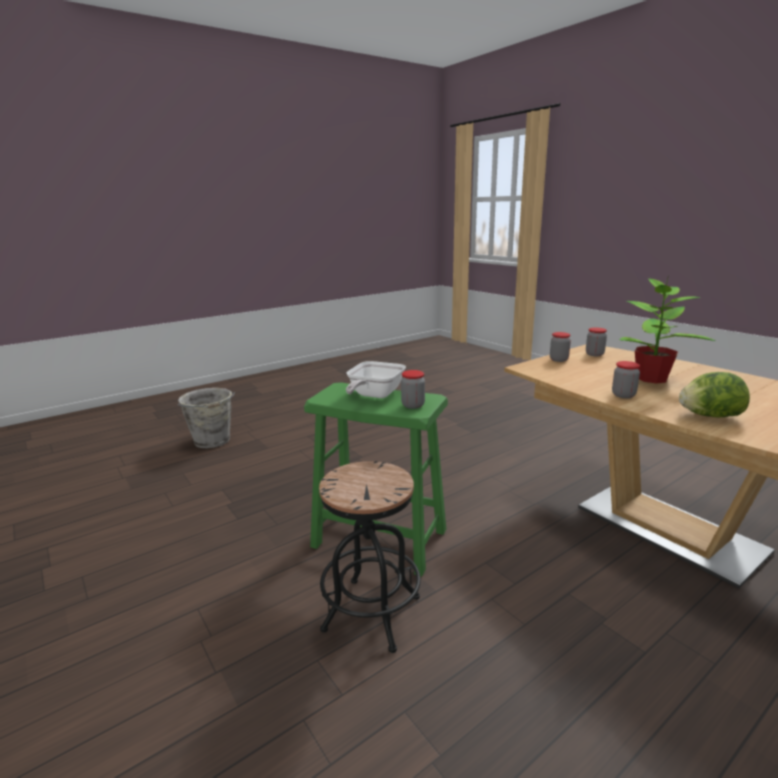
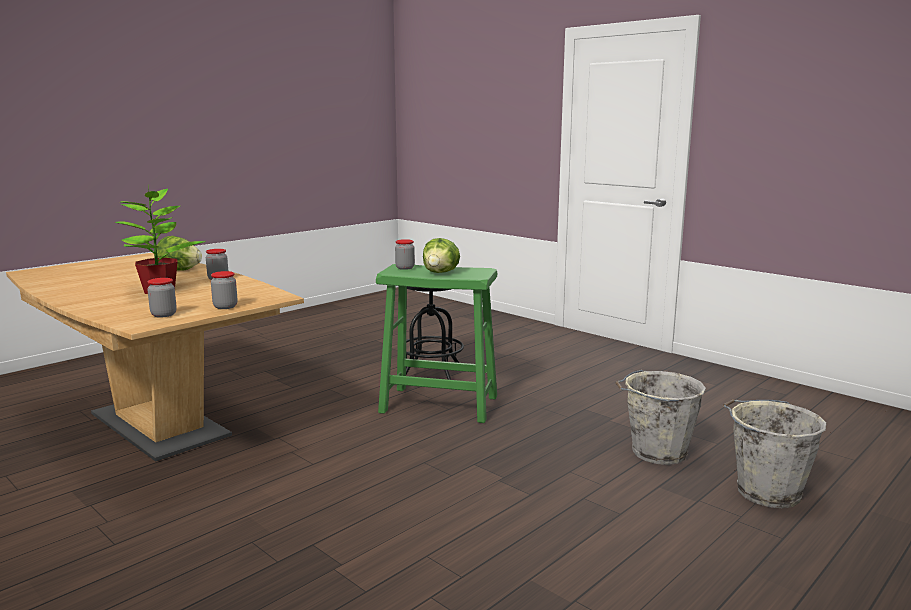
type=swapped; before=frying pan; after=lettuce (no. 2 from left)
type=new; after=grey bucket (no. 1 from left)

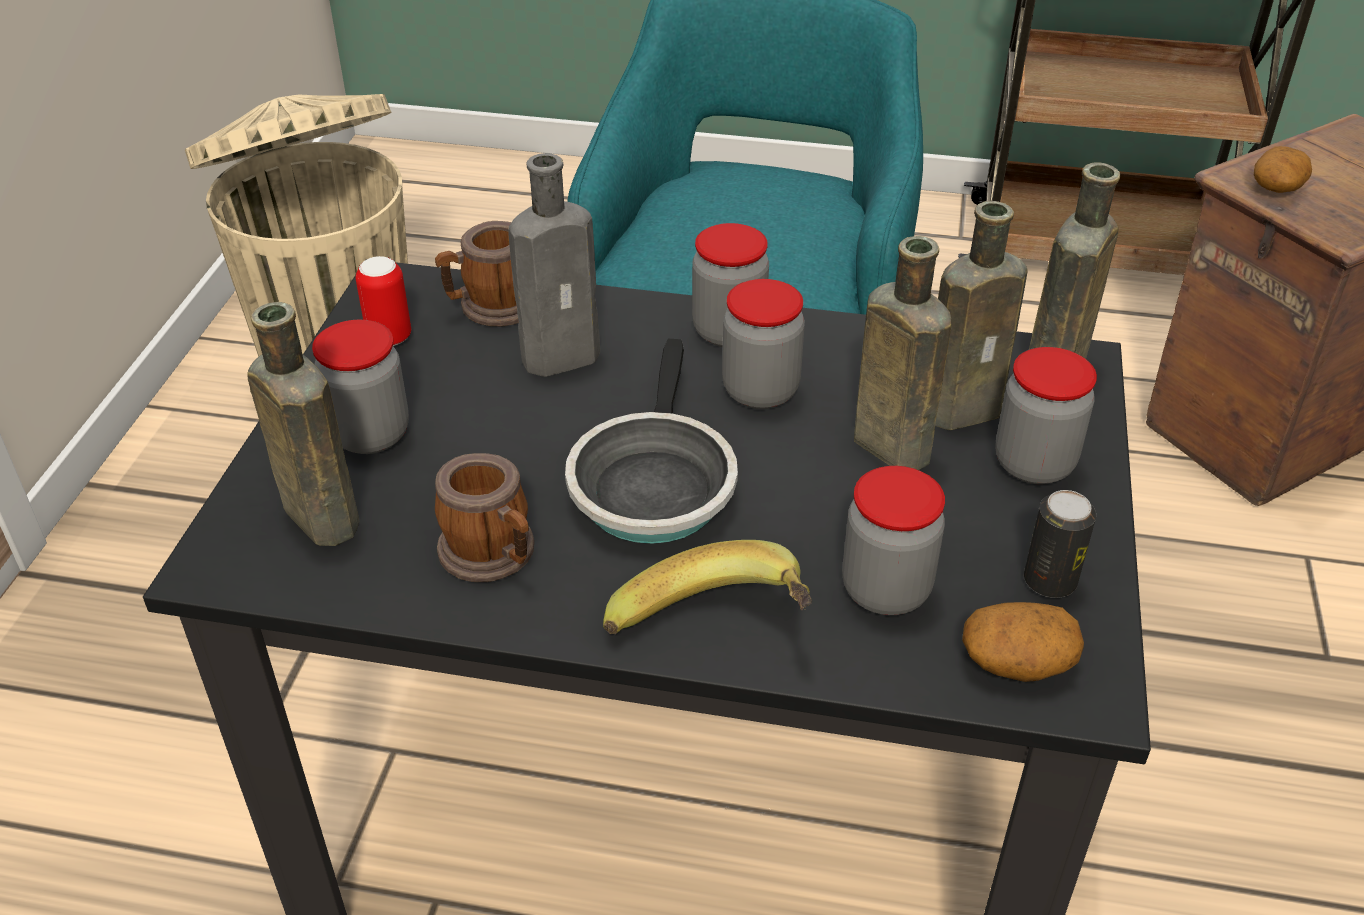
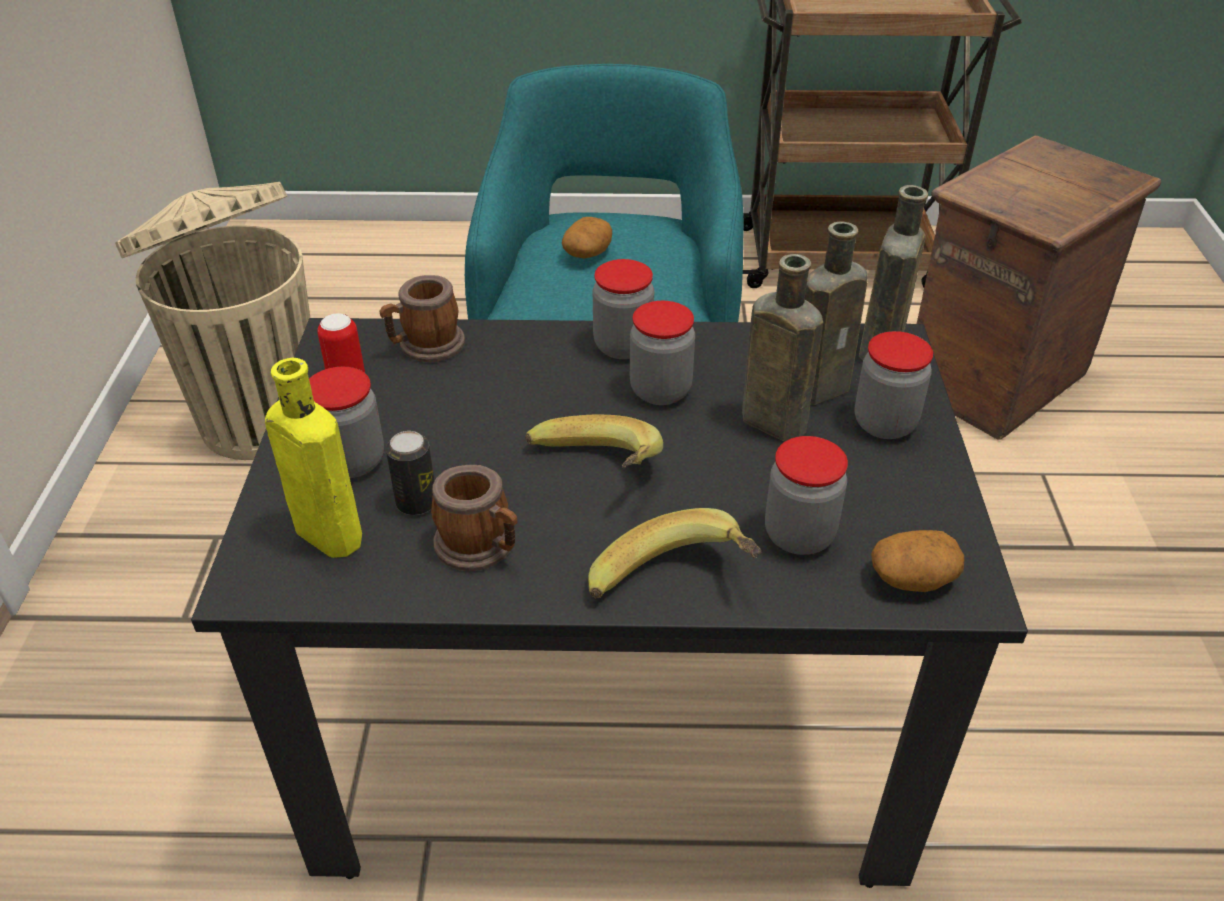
type=repainted; before=brown bottle (no. 1 from left); after=yellow bottle
type=gone; before=grey bottle
type=swapped; before=frying pan; after=banana (no. 1 from left)
type=shifted; before=can (no. 2 from left)
type=shifted; before=potato (no. 2 from left in the first image); after=potato (no. 1 from left)

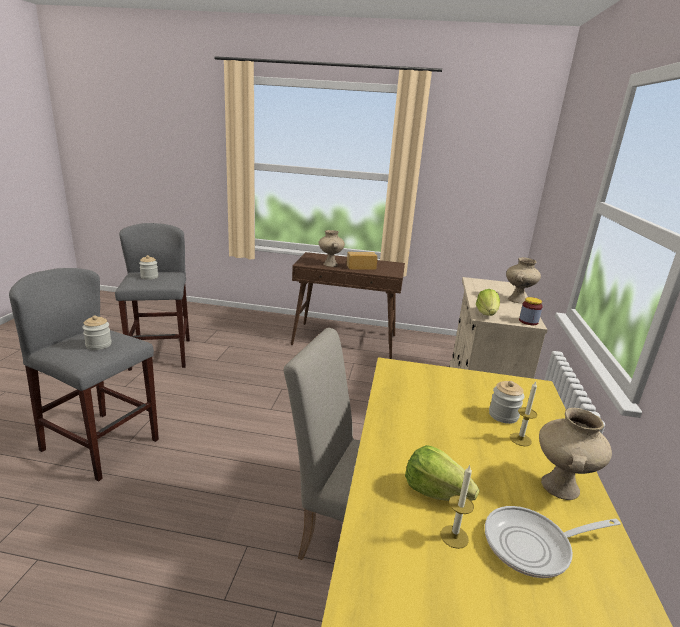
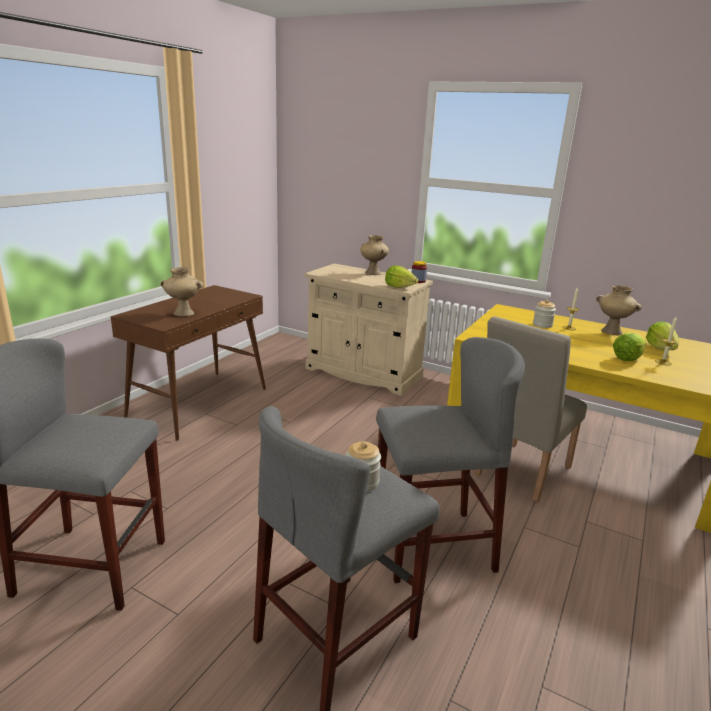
type=gone; before=jar (no. 2 from left)
type=gone; before=bread
type=swapped; before=frying pan; after=lettuce (no. 3 from left)
type=new; after=grey stool (no. 3 from left)

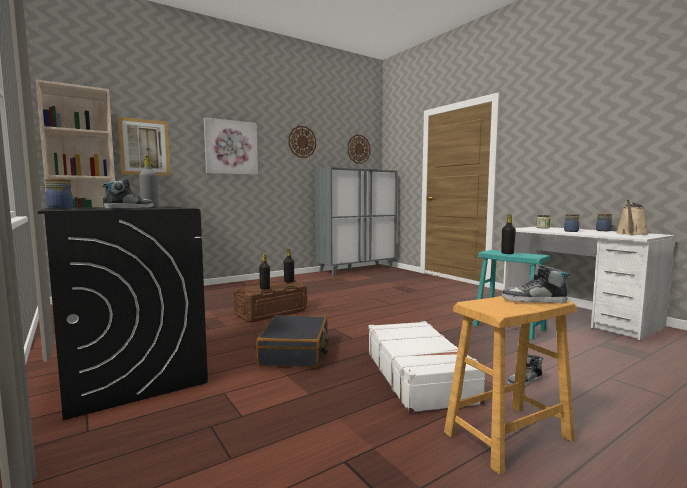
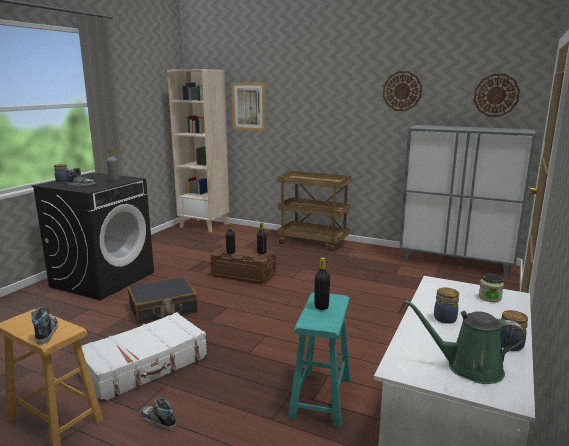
type=gone; before=picture (no. 2 from left)
type=repainted; before=beige watering can; after=green watering can
type=new; after=brown cart

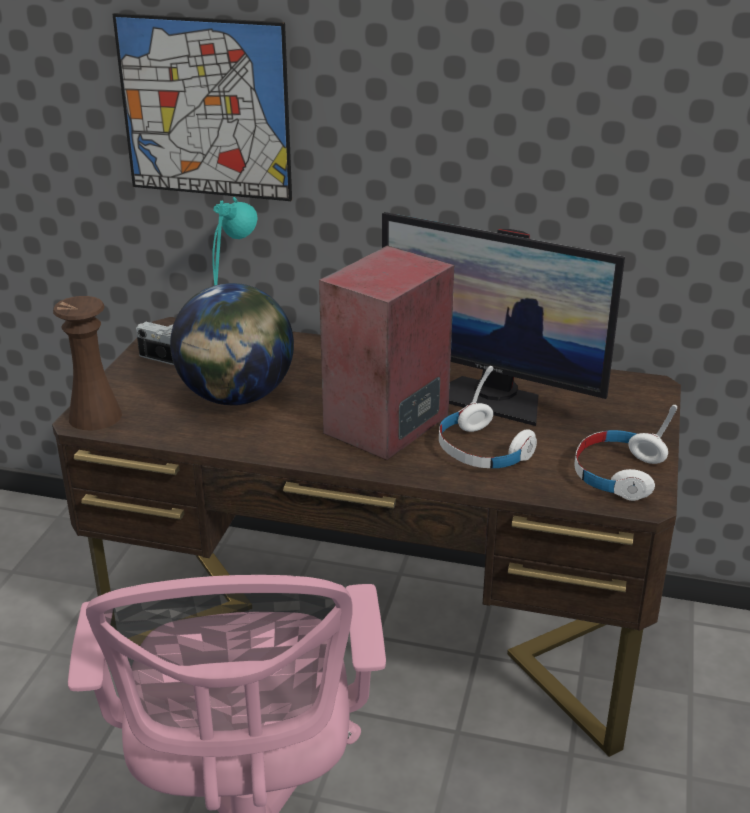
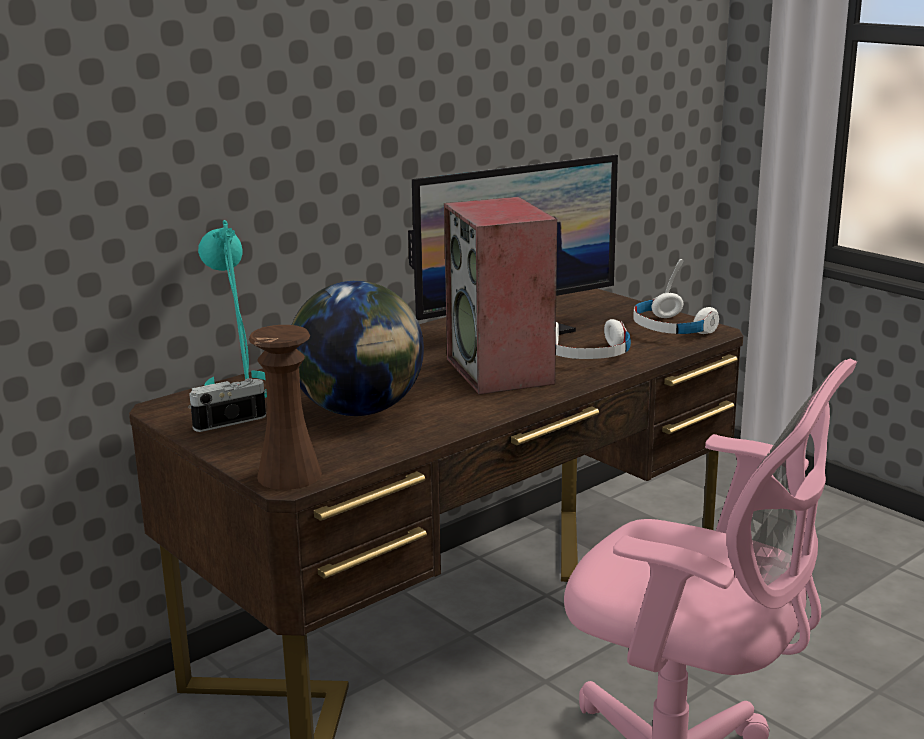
type=gone; before=picture

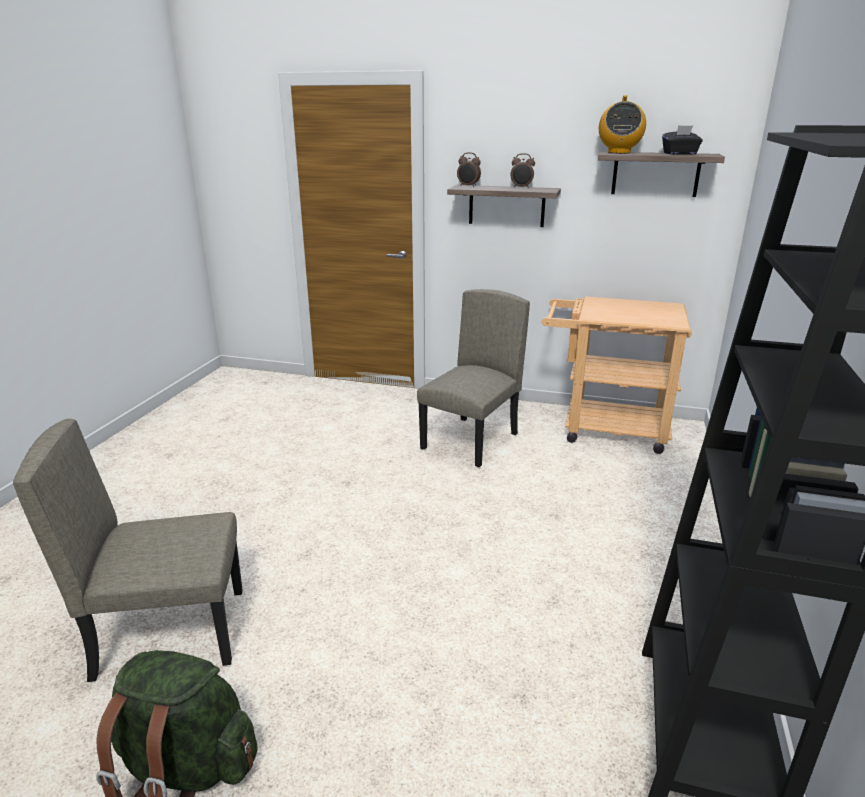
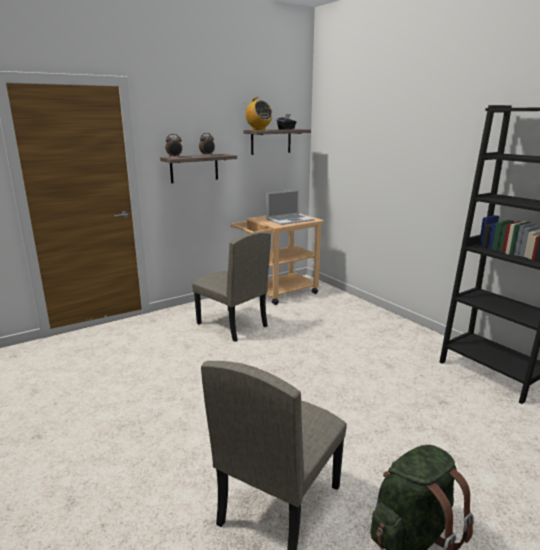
type=rotated; before=beige chair (no. 2 from left in the first image); turn=150
type=new; after=laptop

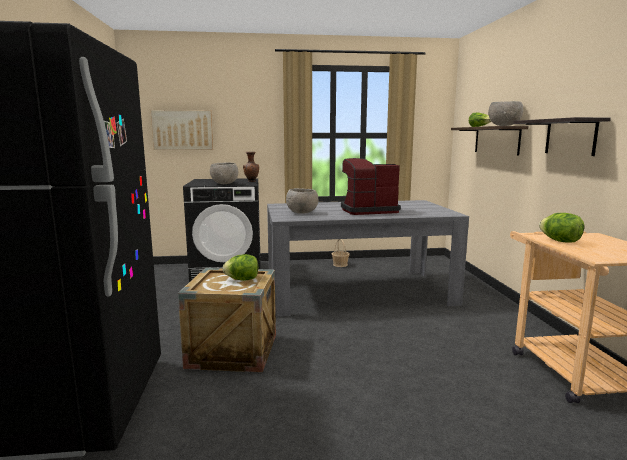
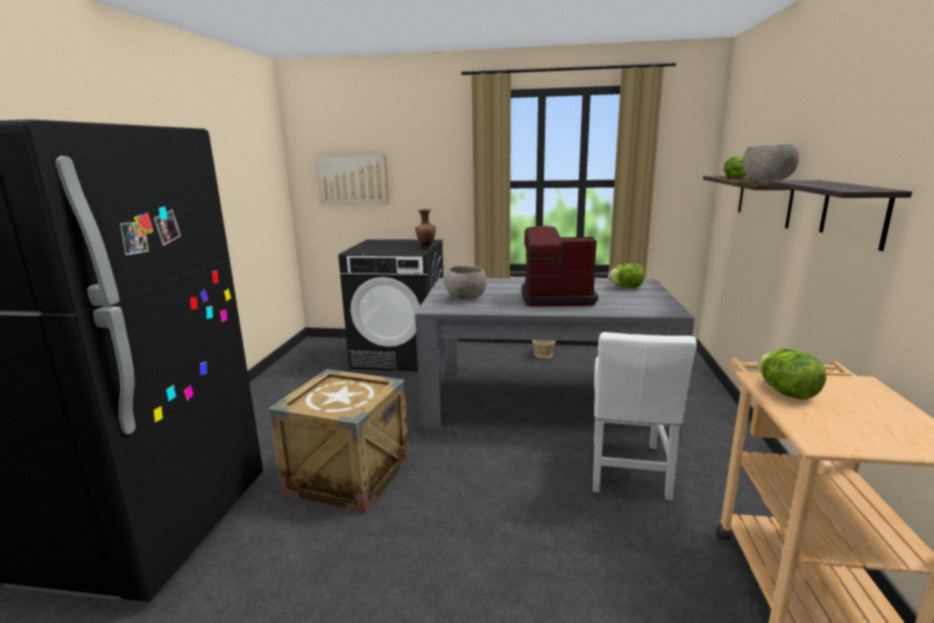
type=gone; before=grey bowl (no. 1 from left)
type=shifted; before=lettuce (no. 1 from left)
type=new; after=white chair

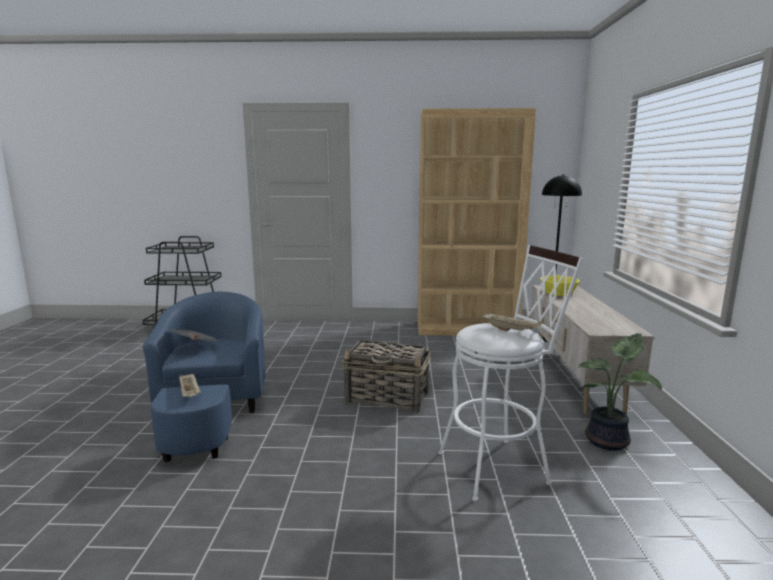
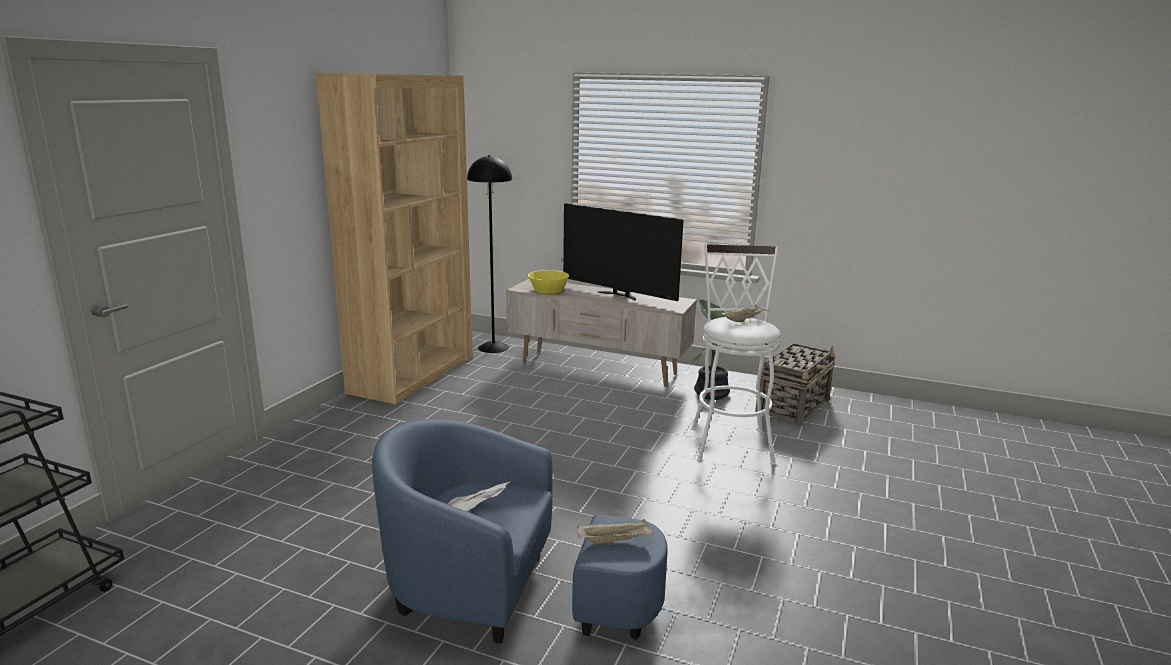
type=shifted; before=basket
type=new; after=television

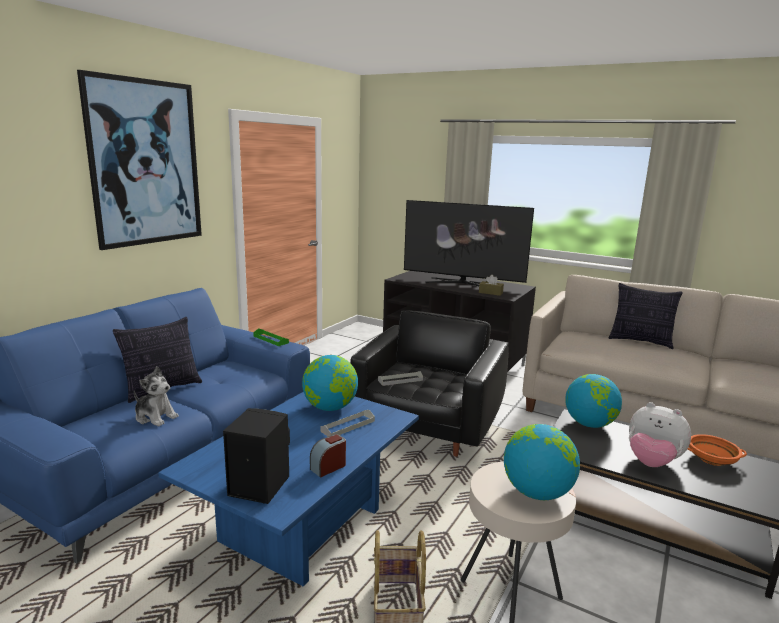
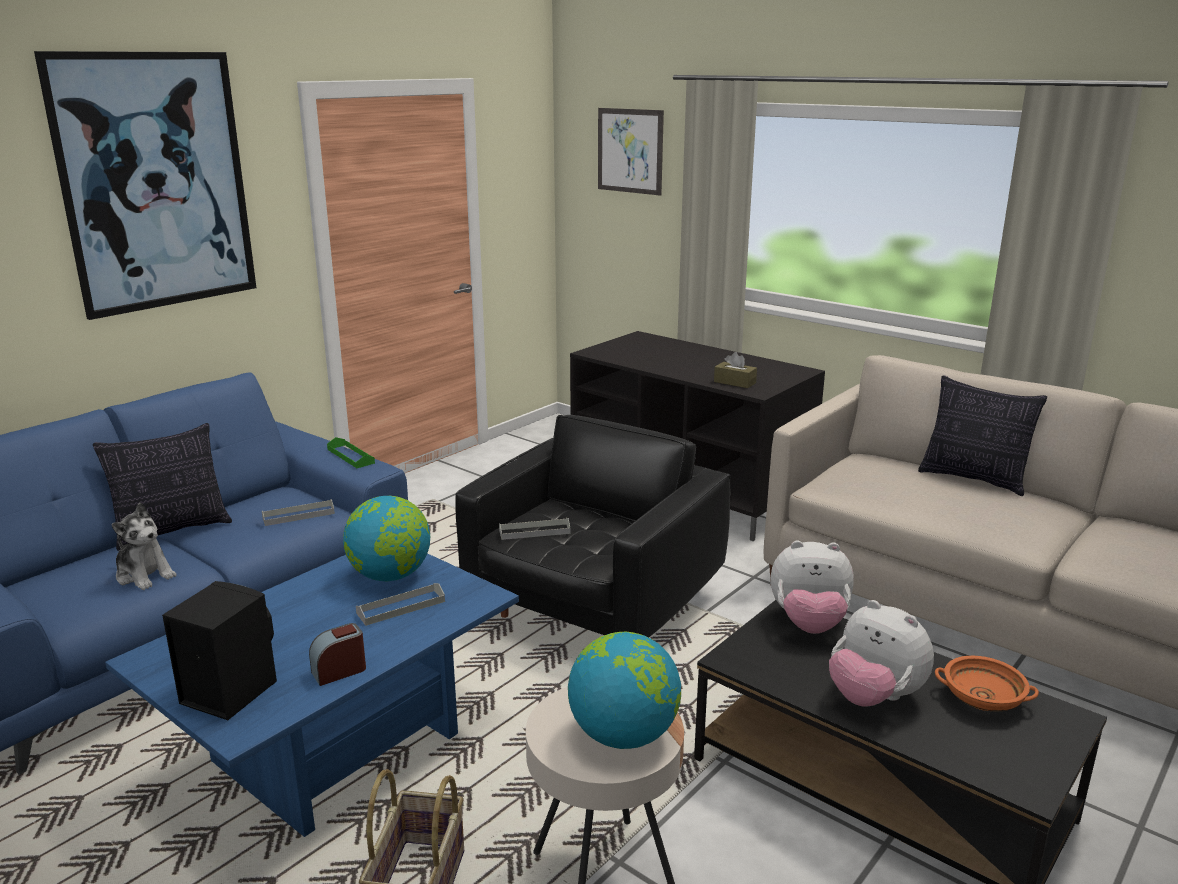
type=gone; before=television
type=swapped; before=globe (no. 3 from left); after=plush toy (no. 2 from left)
type=new; after=grey tray (no. 1 from left)
type=new; after=picture (no. 2 from left)

